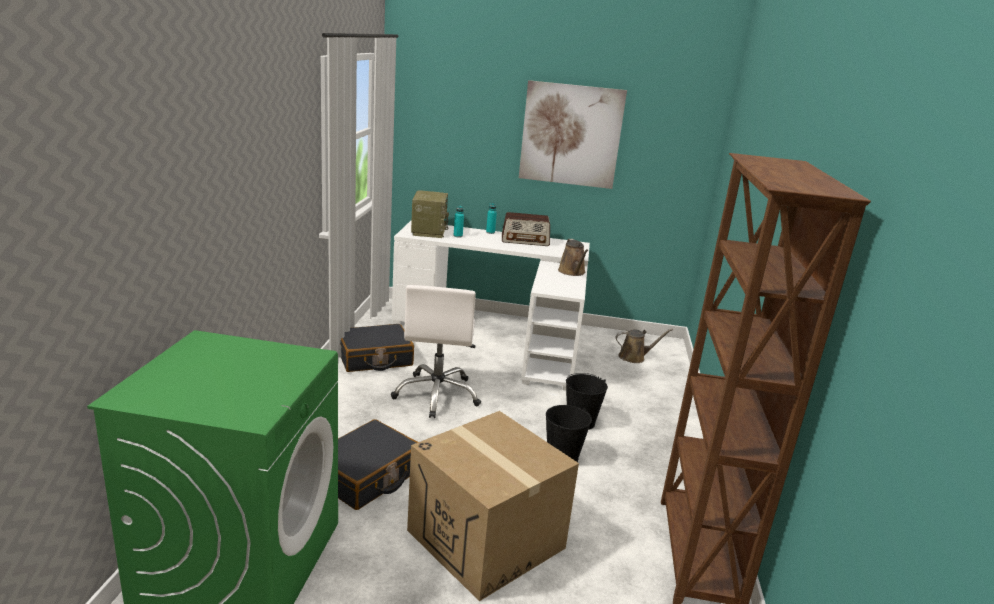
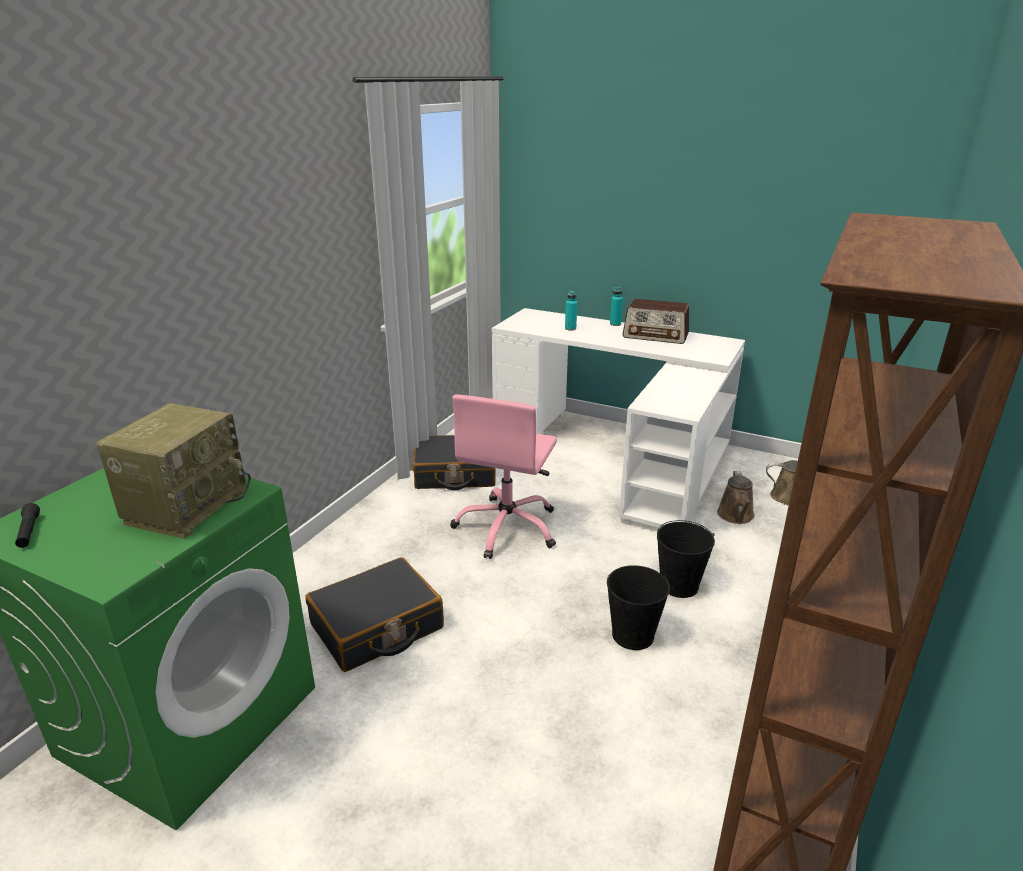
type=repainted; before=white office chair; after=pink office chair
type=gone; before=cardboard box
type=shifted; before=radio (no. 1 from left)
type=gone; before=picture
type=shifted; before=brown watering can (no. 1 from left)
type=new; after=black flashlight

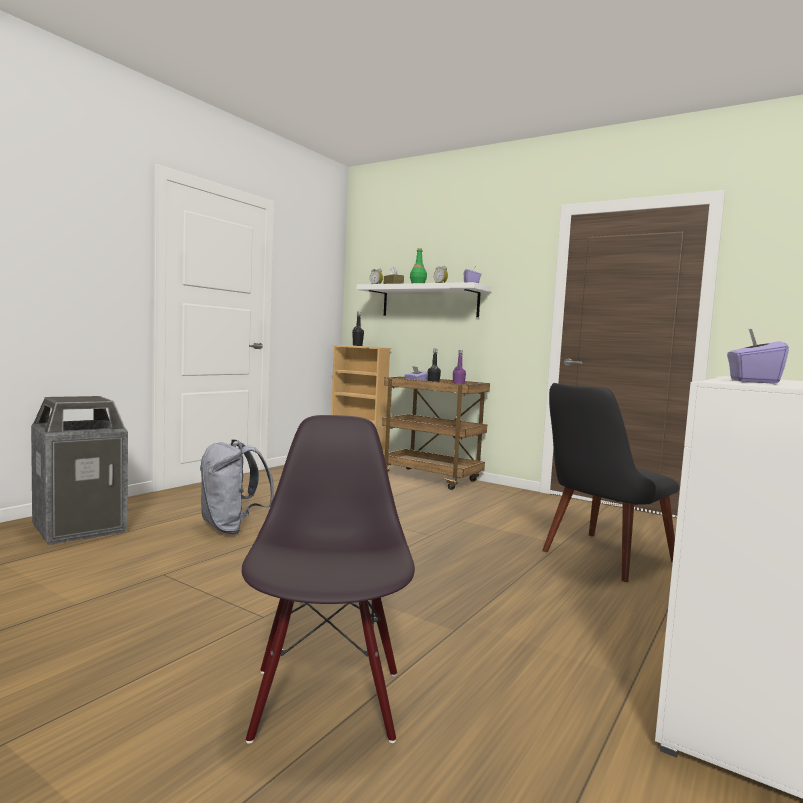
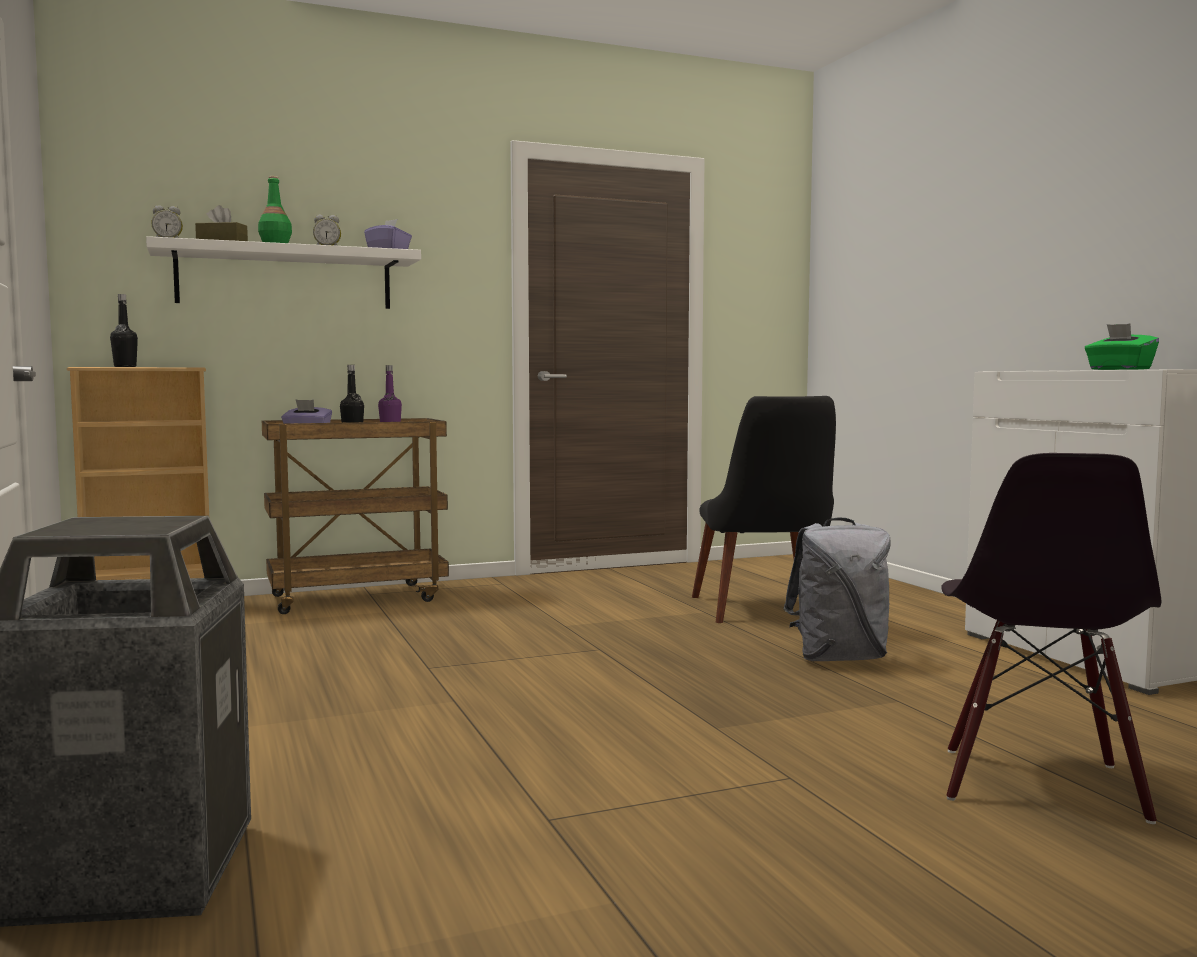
type=shifted; before=grey backpack
type=rotated; before=black chair (no. 1 from left in the first image); turn=-105
type=repainted; before=purple tissue box (no. 3 from left); after=green tissue box

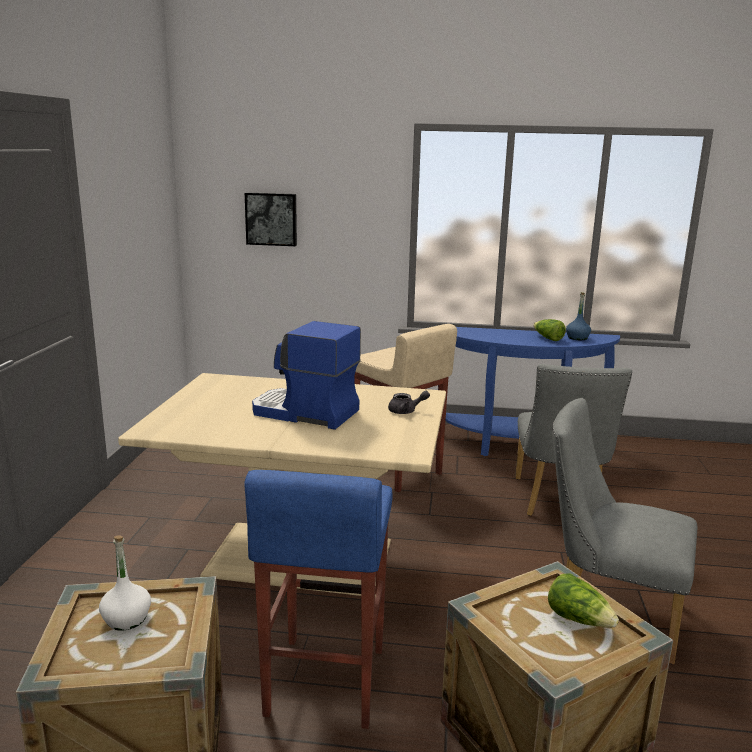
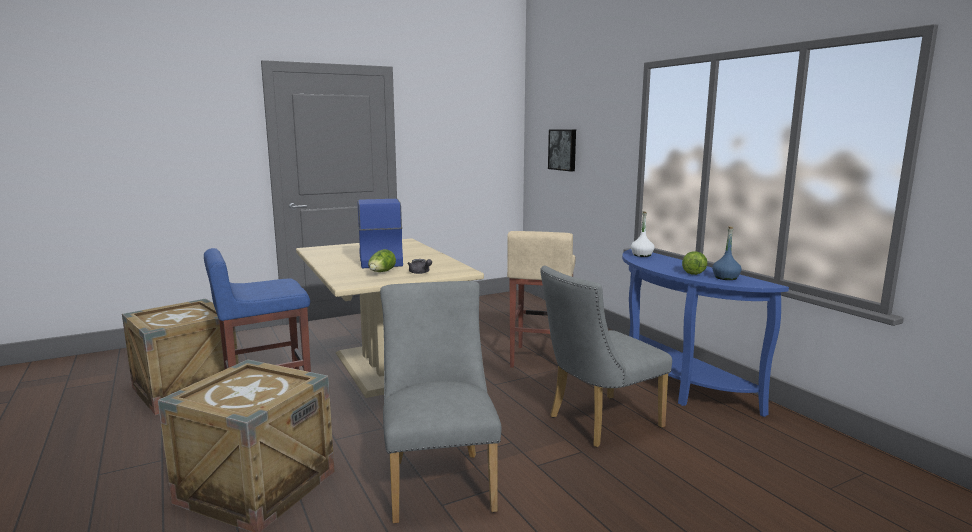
type=shifted; before=white bottle
type=shifted; before=lettuce (no. 2 from left in the first image); after=lettuce (no. 1 from left)

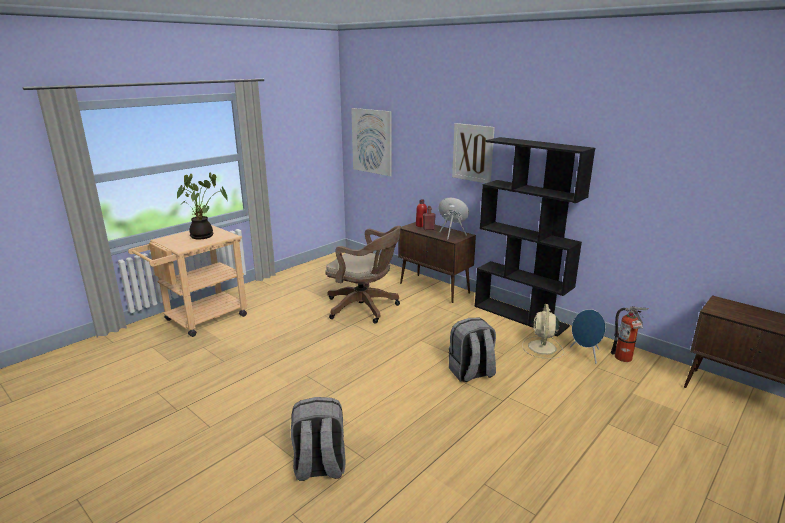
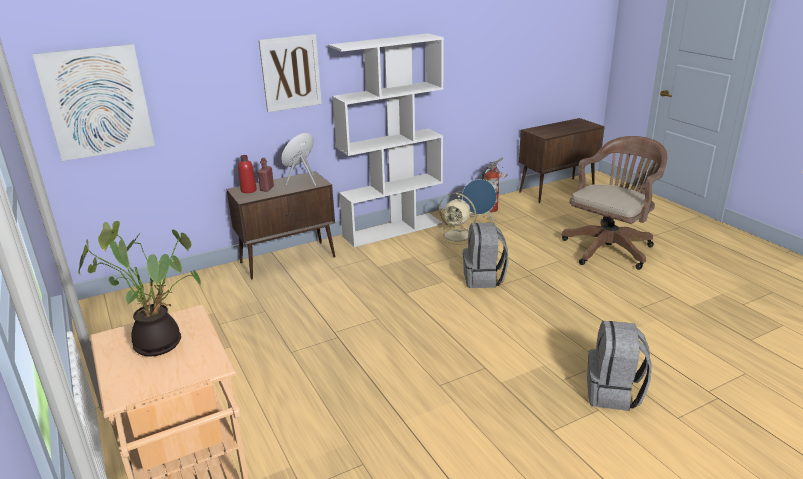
type=shifted; before=brown office chair
type=repainted; before=black bookcase; after=white bookcase

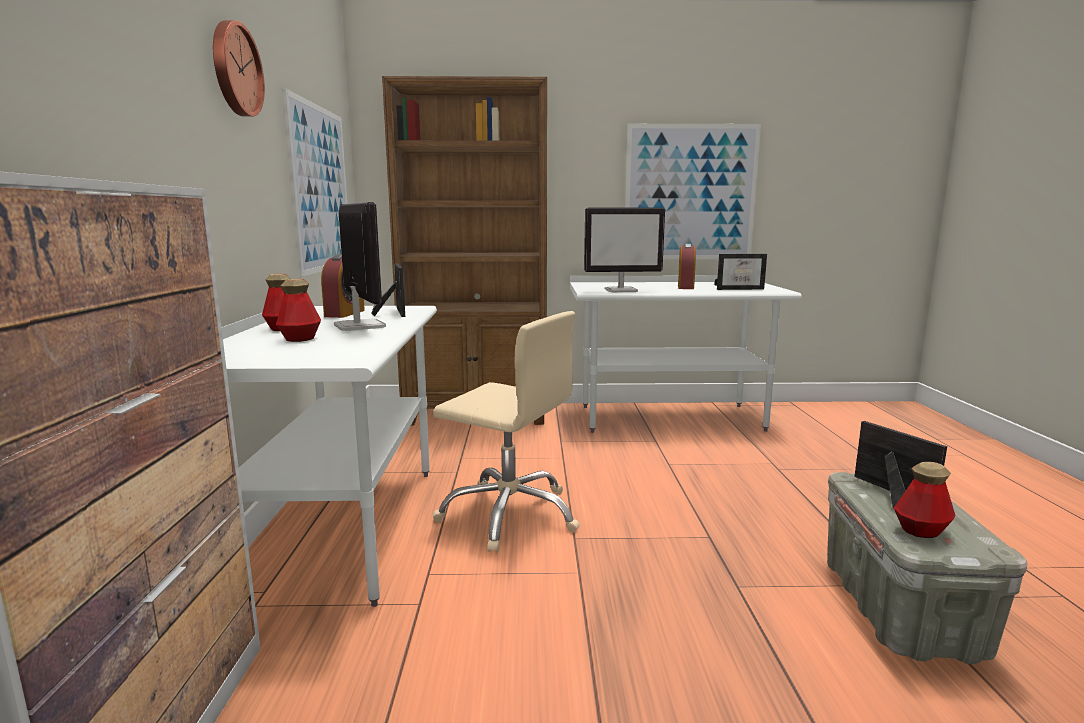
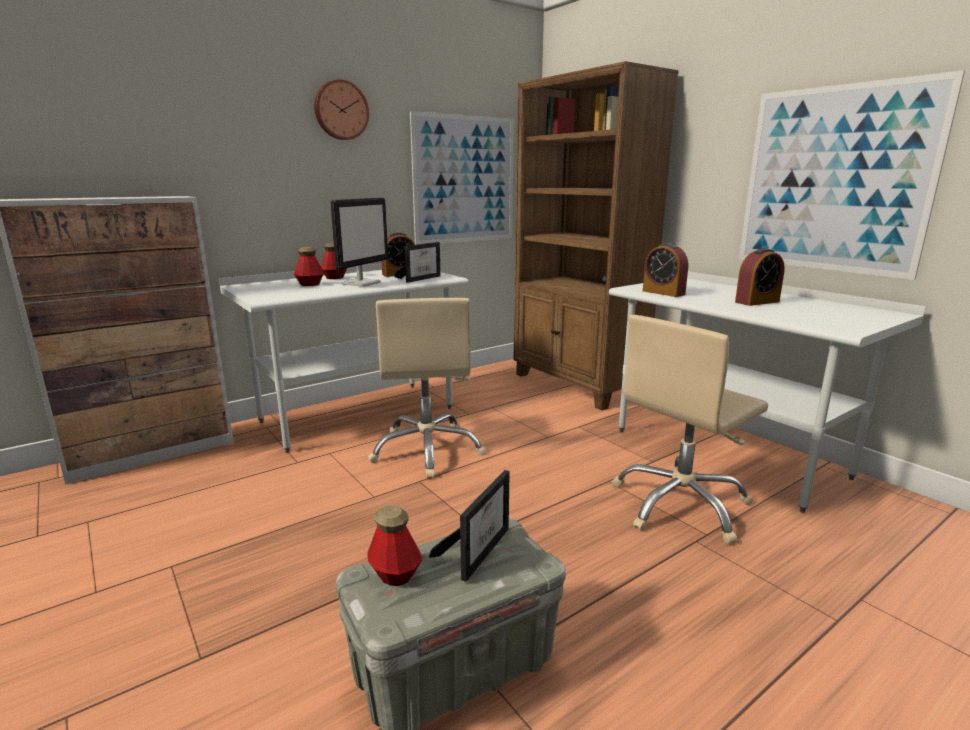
type=swapped; before=monitor (no. 2 from left); after=alarm clock (no. 2 from left)
type=gone; before=picture frame (no. 2 from left)
type=new; after=beige office chair (no. 2 from left)

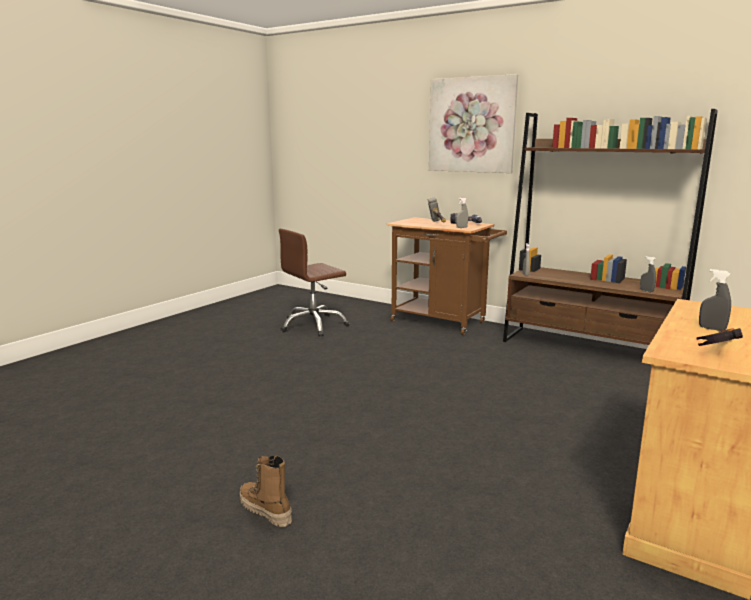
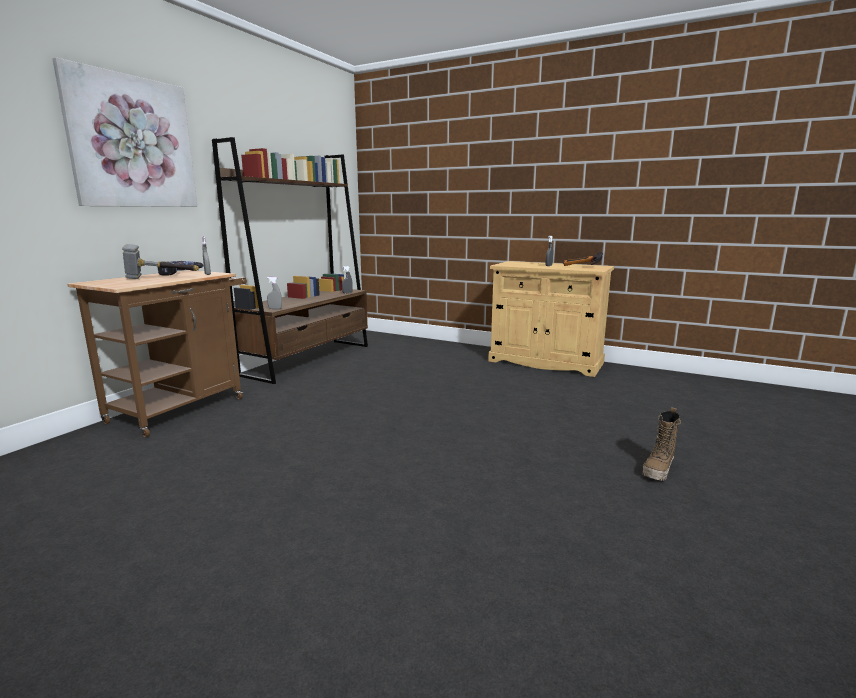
type=gone; before=brown office chair

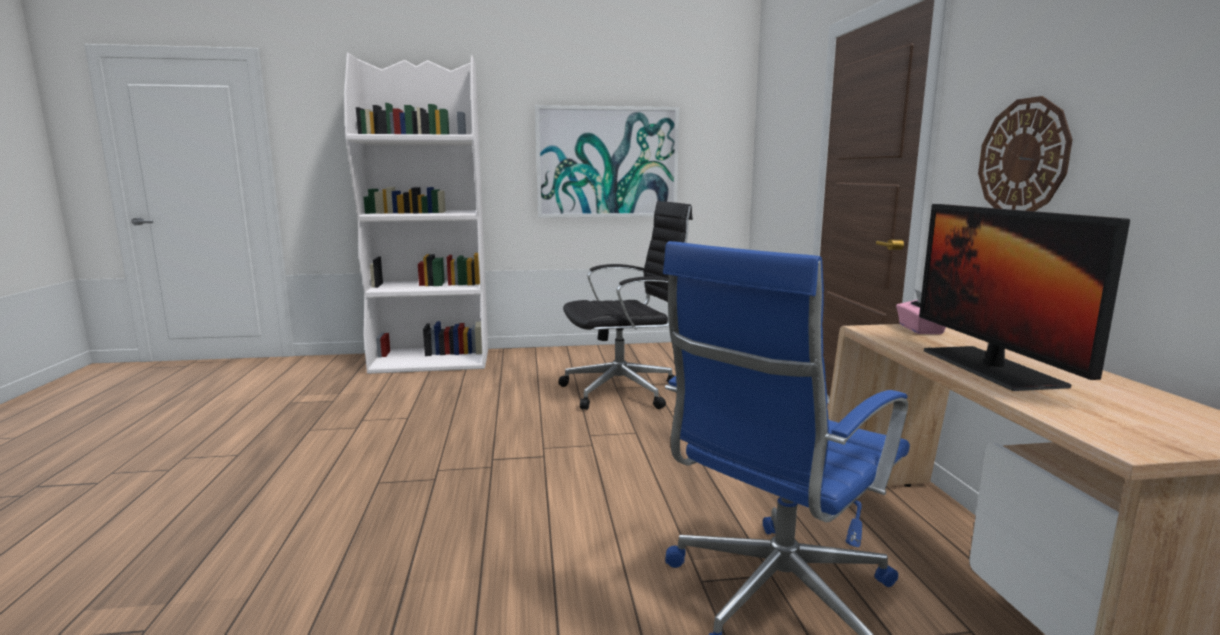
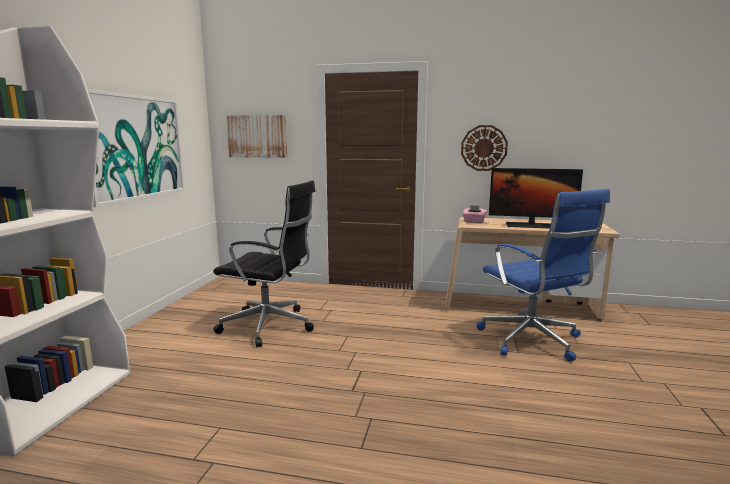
type=rotated; before=black office chair; turn=105
type=new; after=picture (no. 2 from left)

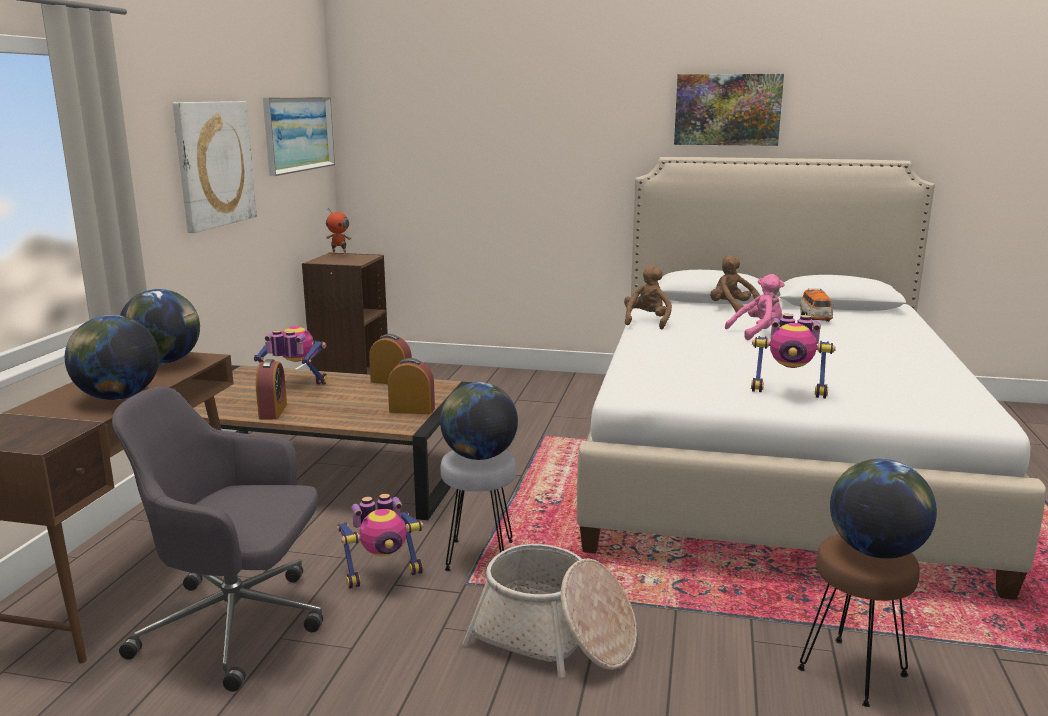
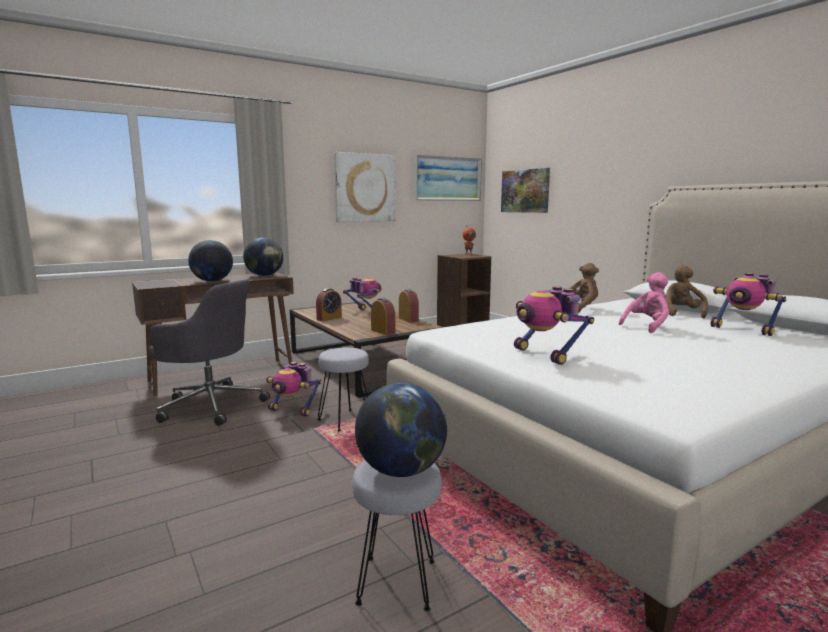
type=rotated; before=grey office chair; turn=150
type=gone; before=globe (no. 3 from left)
type=gone; before=basket
type=shifted; before=picture (no. 3 from left)
type=rotated; before=pink plush toy; turn=-60
type=repainted; before=brown stool; after=grey stool (no. 2 from left)
type=swapped; before=toy car; after=toy robot (no. 5 from left)

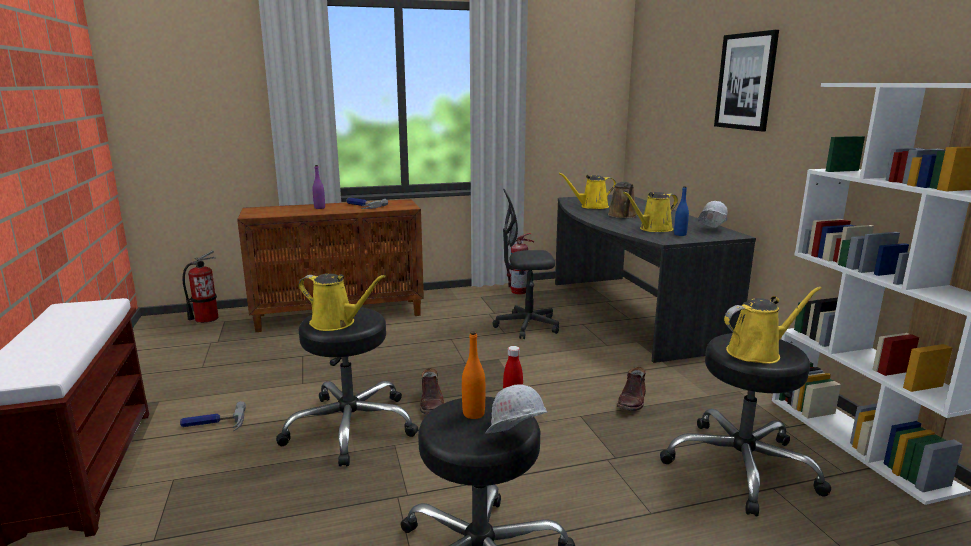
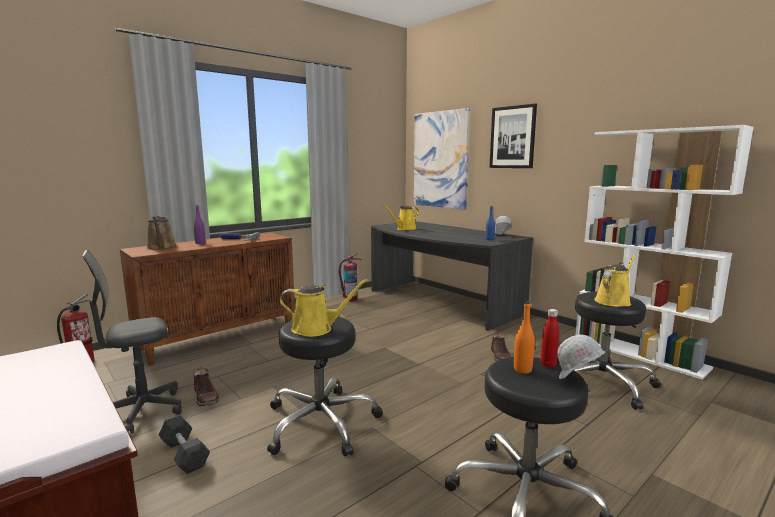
type=swapped; before=hammer (no. 1 from left); after=grey dumbbell
type=shifted; before=brown boot (no. 1 from left)
type=shifted; before=grey office chair
type=shifted; before=brown watering can
type=gone; before=yellow watering can (no. 3 from left)
type=new; after=picture (no. 1 from left)

